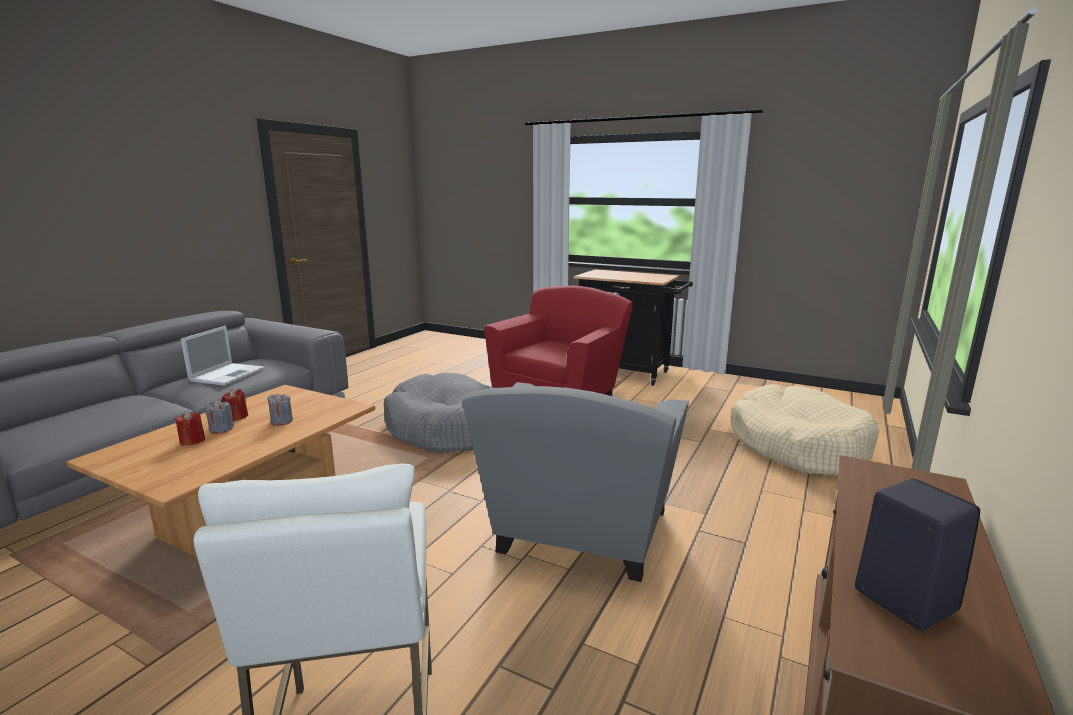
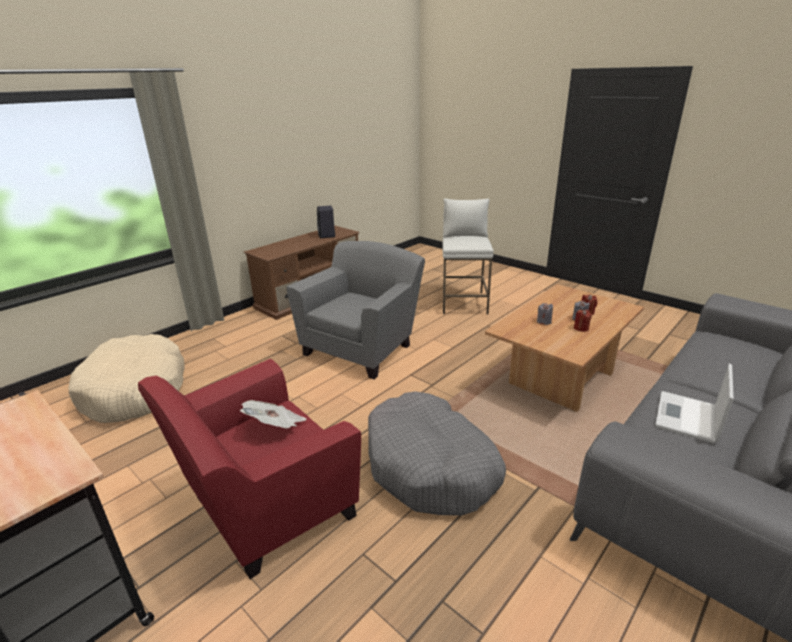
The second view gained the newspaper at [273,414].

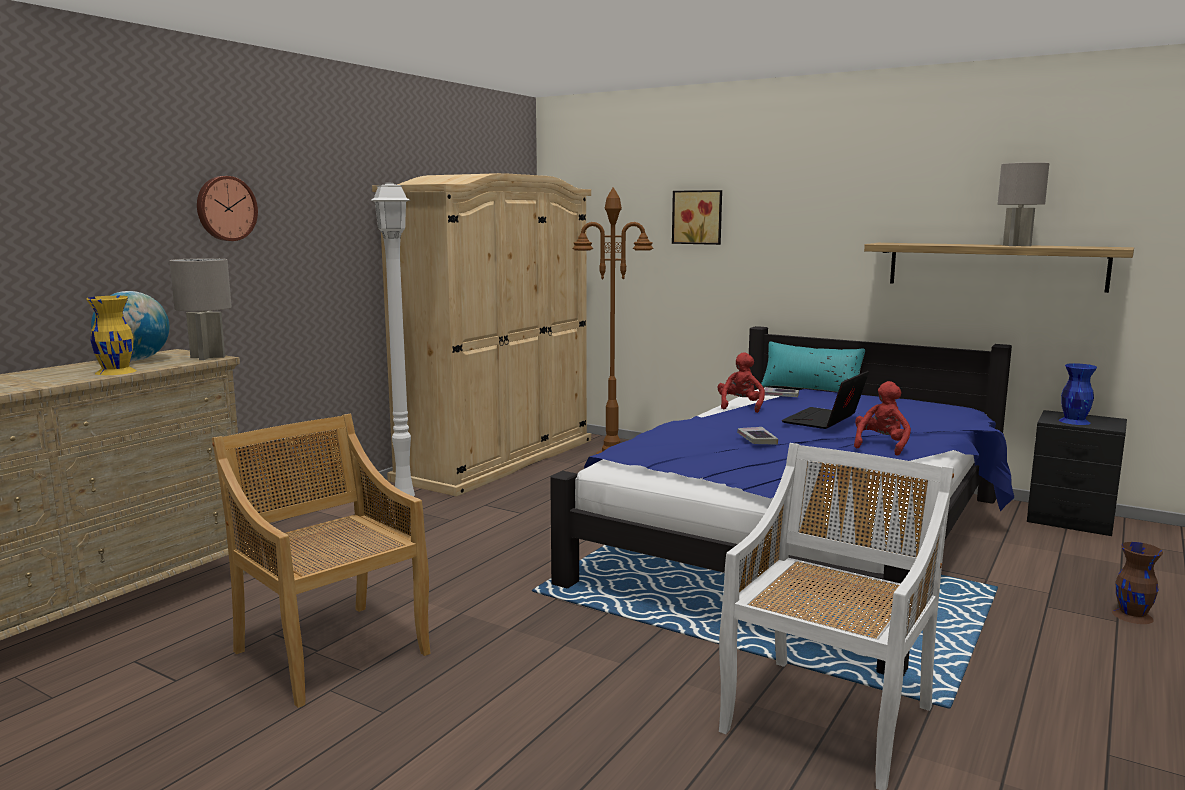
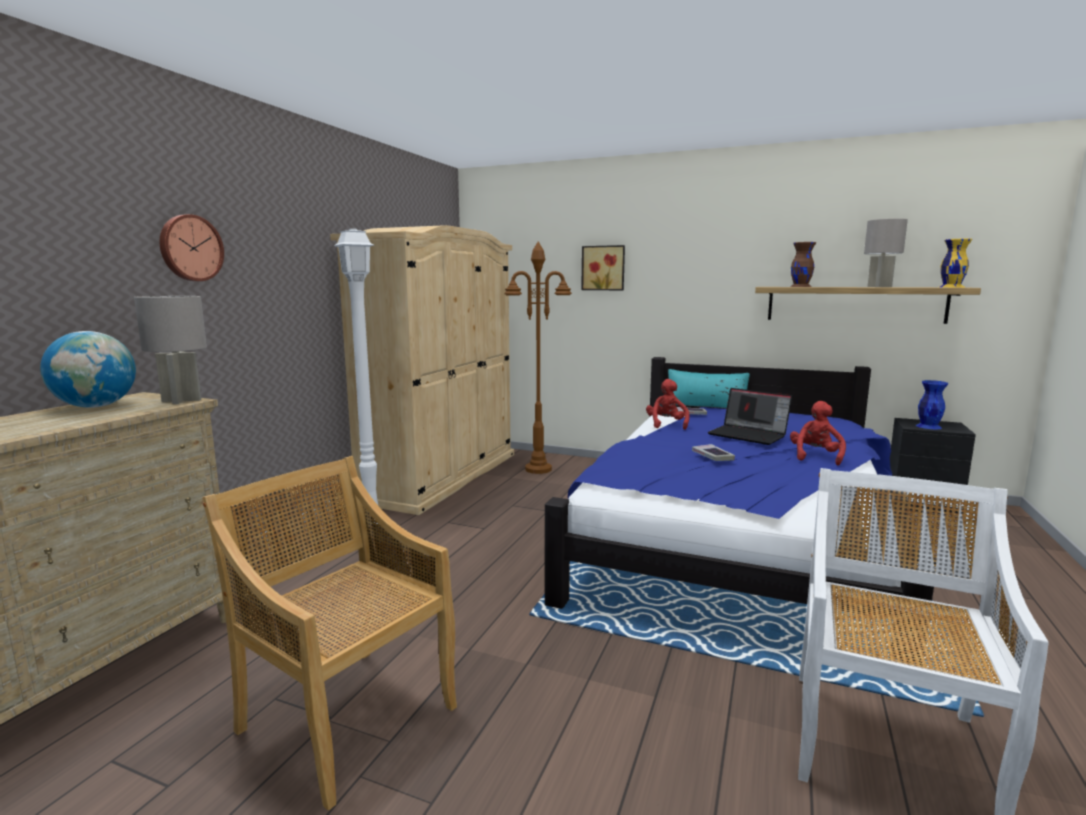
The yellow vase ended up elsewhere, having gone from [111,335] to [955,263].
The brown vase ended up elsewhere, having gone from [1137,583] to [803,264].
The laptop at [825,400] ended up facing another way, 75 degrees counterclockwise from before.

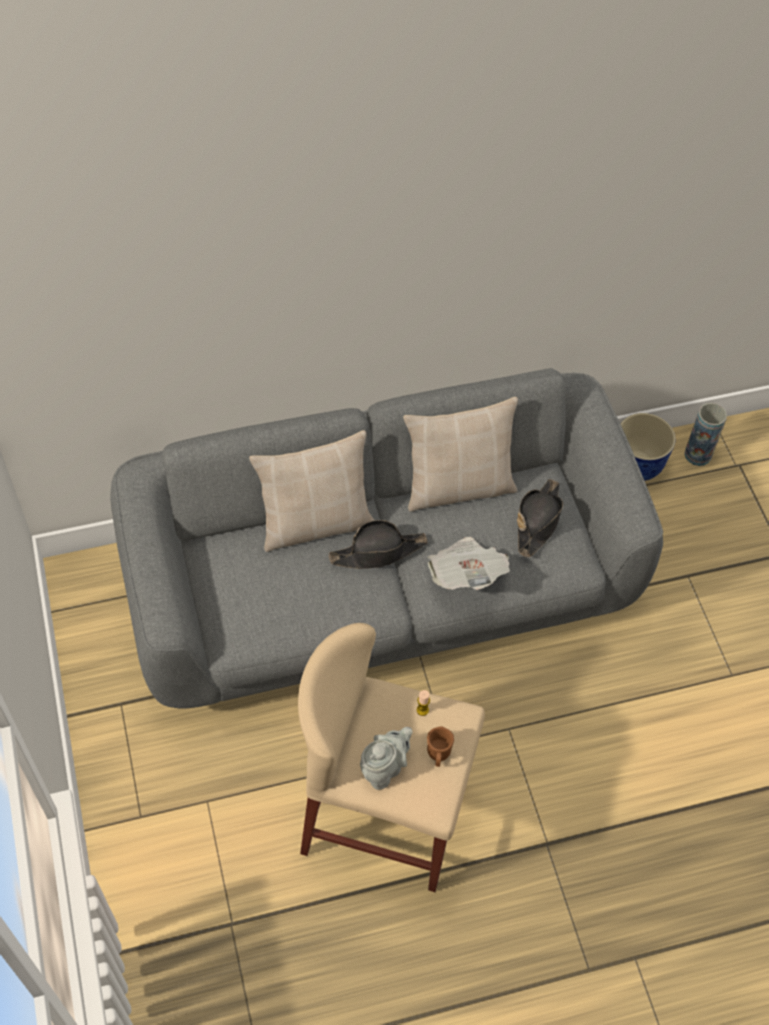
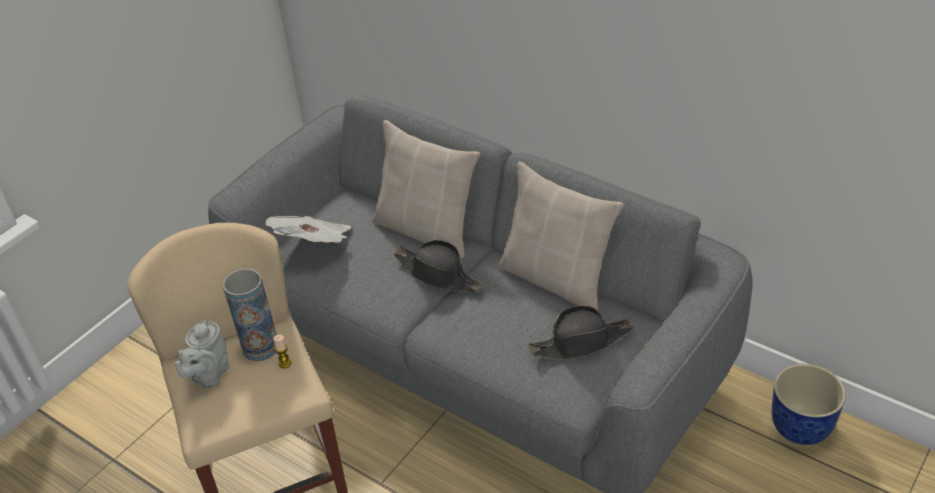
The second view lost the brown mug at [440,746].
The newspaper ended up elsewhere, having gone from [469,563] to [308,229].
The vase ended up elsewhere, having gone from [705,434] to [250,314].
The grey teapot at [386,758] ended up facing another way, 105 degrees clockwise from before.

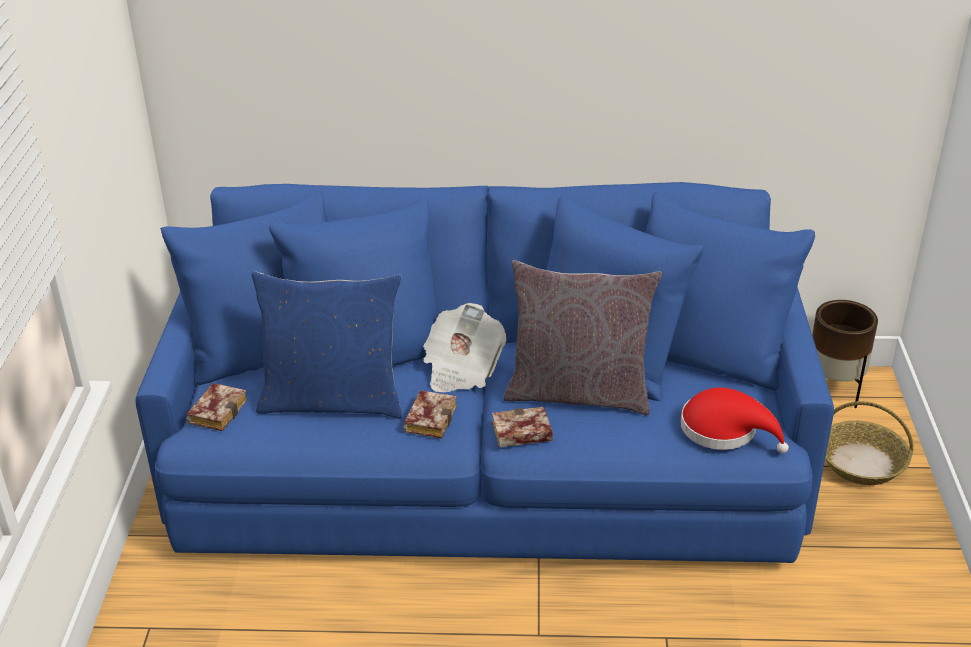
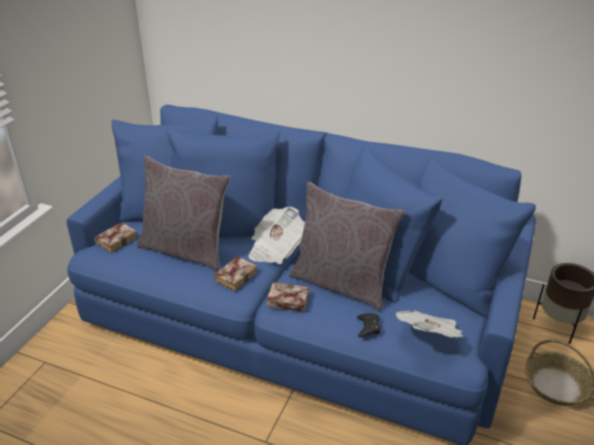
The second view gained the black game controller at [369,325].
Where the red hat stood at [735,420], the newspaper came to stand at [430,323].
What was the blue pillow at [326,345] turned into the grey pillow at [183,213].

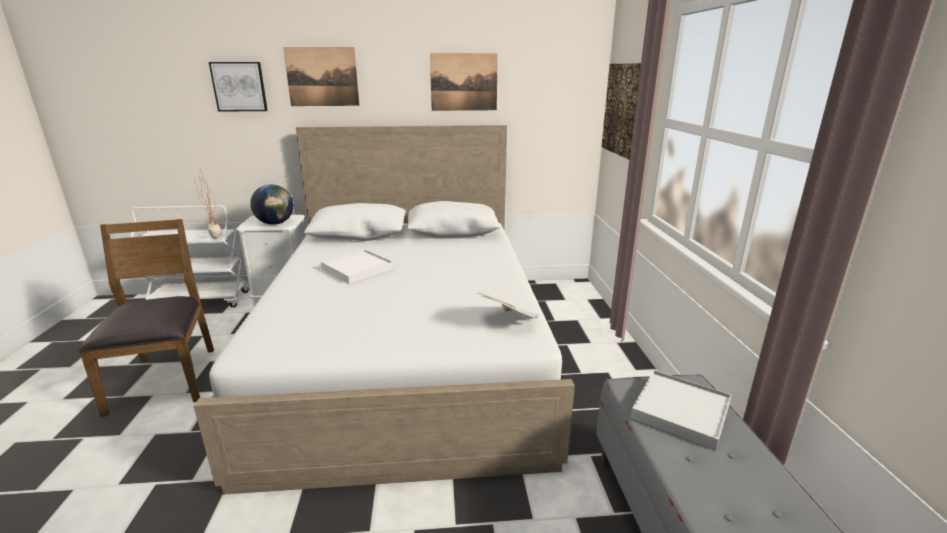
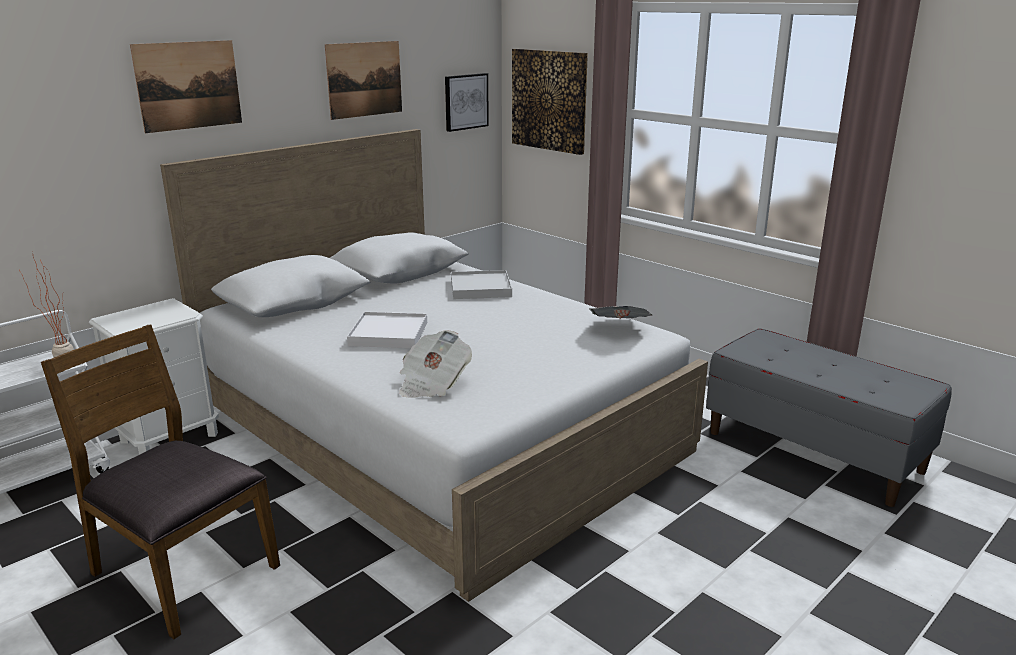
The second view lost the globe at [272,204].
The second view gained the newspaper at [435,364].
The picture ended up elsewhere, having gone from [238,87] to [467,102].
The white tray ended up elsewhere, having gone from [681,410] to [481,284].

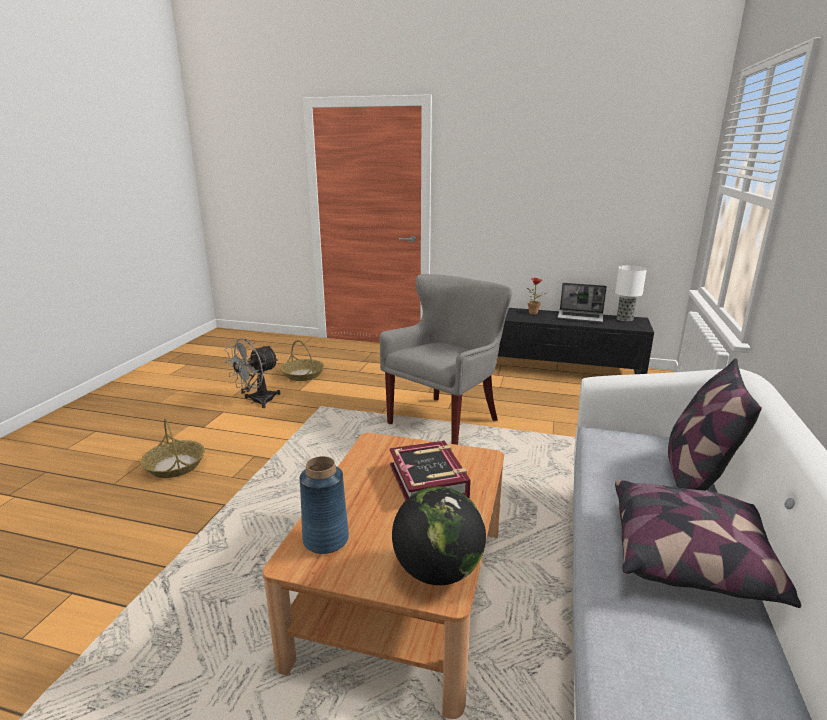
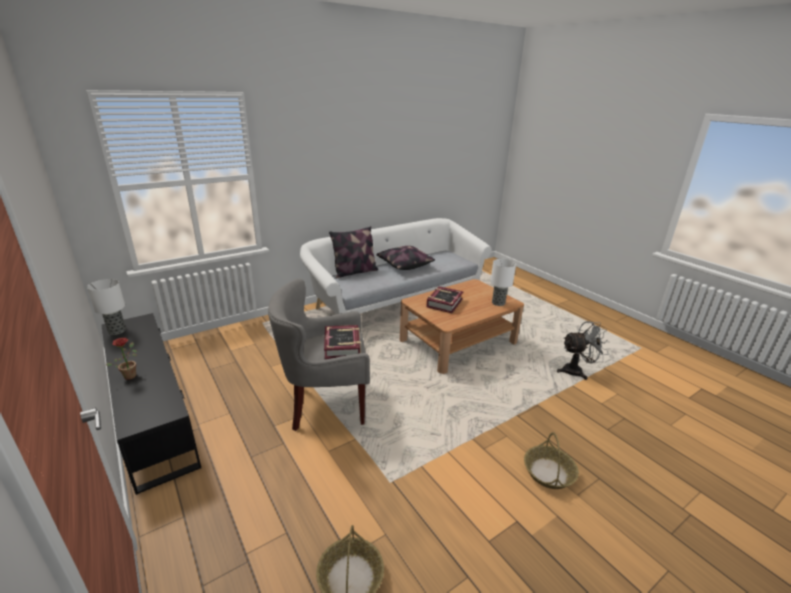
The second view lost the globe at [439,536].
The second view lost the laptop at [582,302].
The second view gained the book at [342,342].
The grey fan ended up elsewhere, having gone from [252,373] to [583,350].
Where the blue vase stood at [324,505], the table lamp came to stand at [503,282].

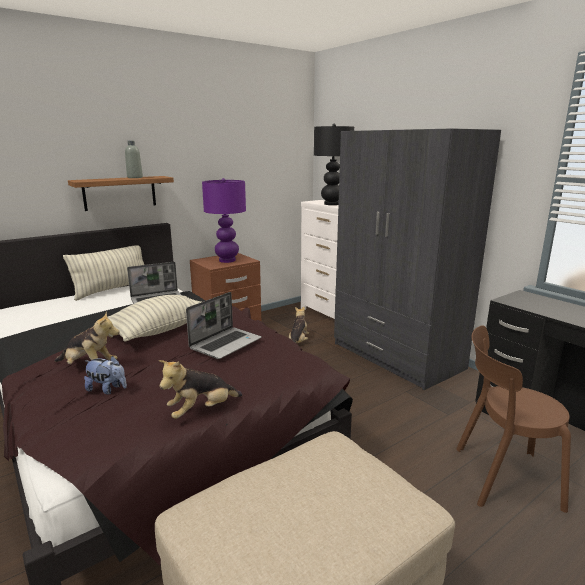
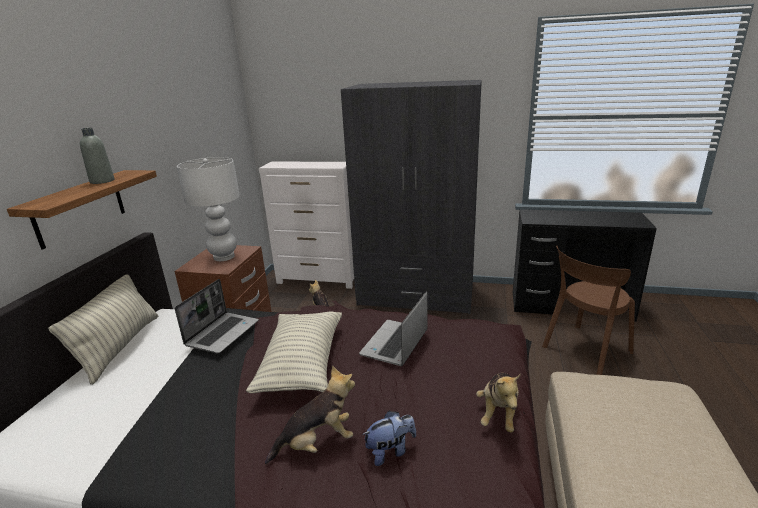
The second view lost the black table lamp at [334,164].
What was the purple table lamp at [224,220] turned into the white table lamp at [208,209].
The laptop at [224,325] ended up facing another way, 150 degrees counterclockwise from before.

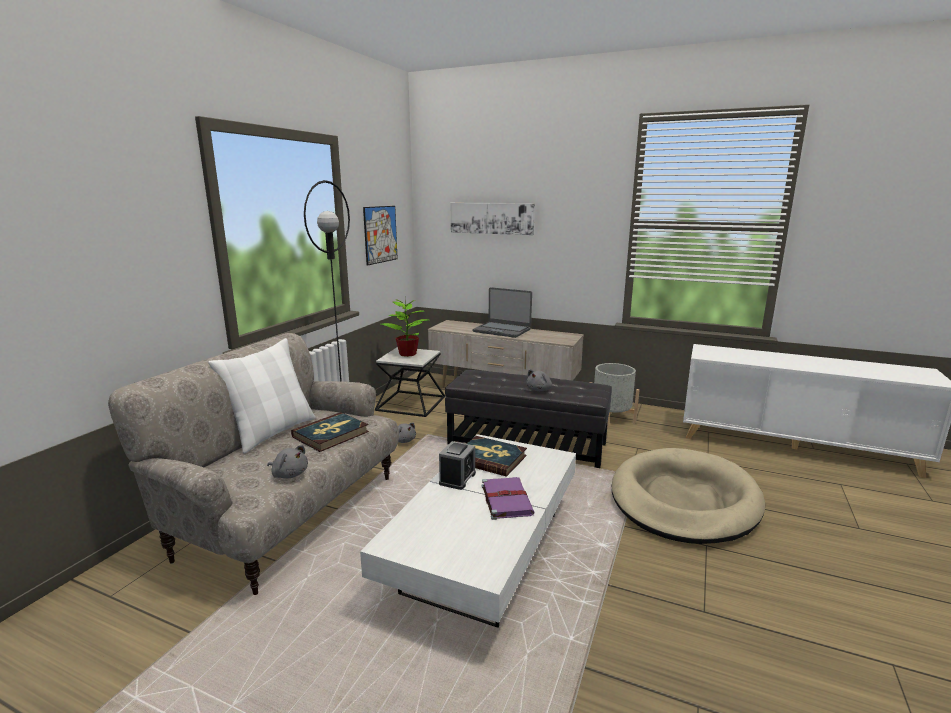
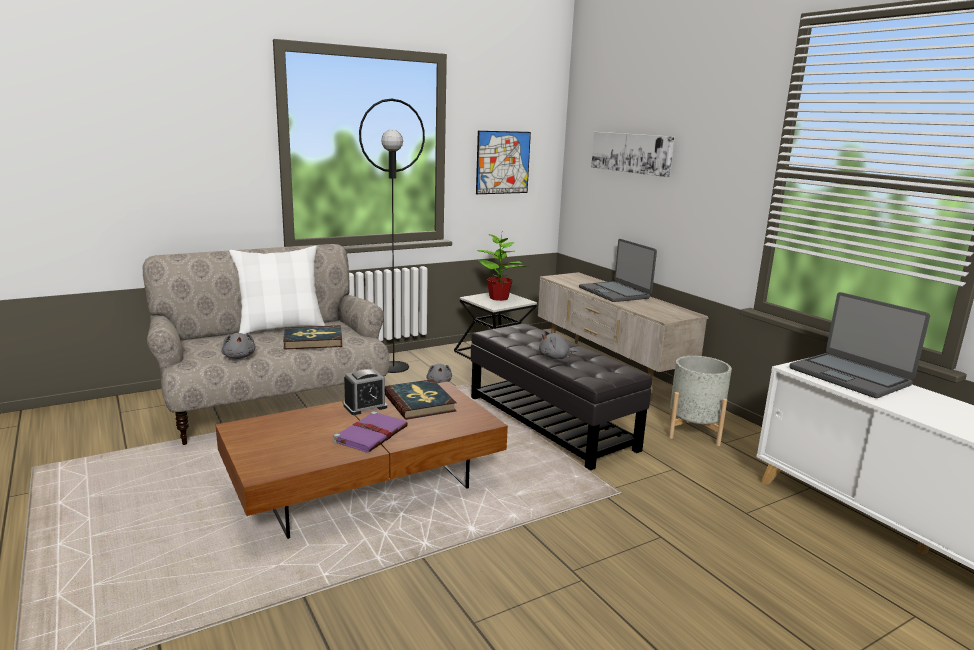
The second view lost the beige dog bed at [688,496].
The second view gained the laptop at [859,345].
What was the white coffee table at [468,531] turned into the brown coffee table at [362,460].

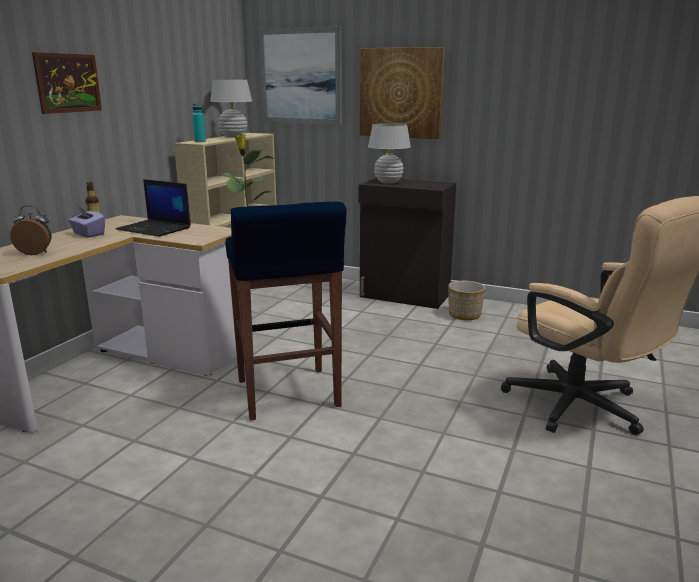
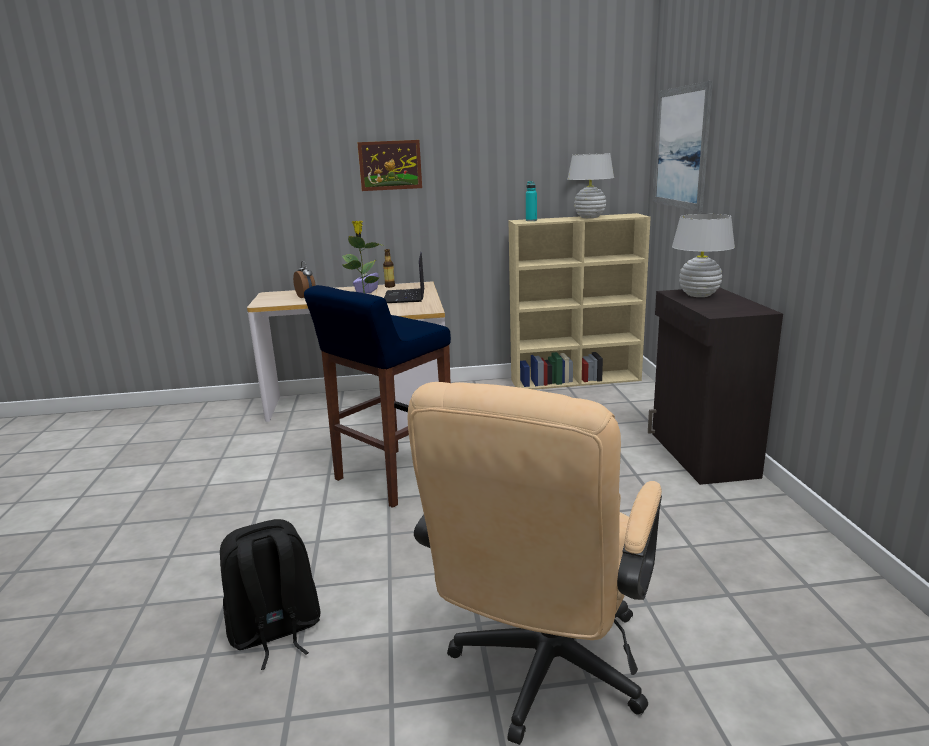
The second view lost the picture at [402,93].
The second view lost the planter at [466,300].
The second view gained the black backpack at [270,594].

